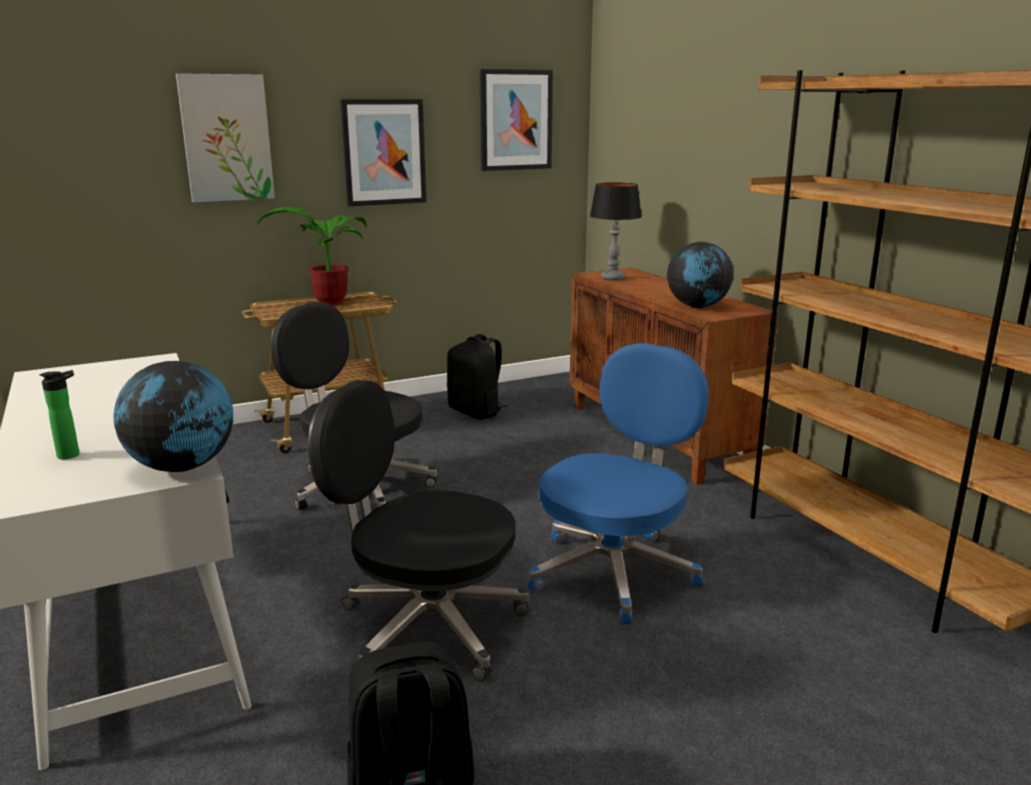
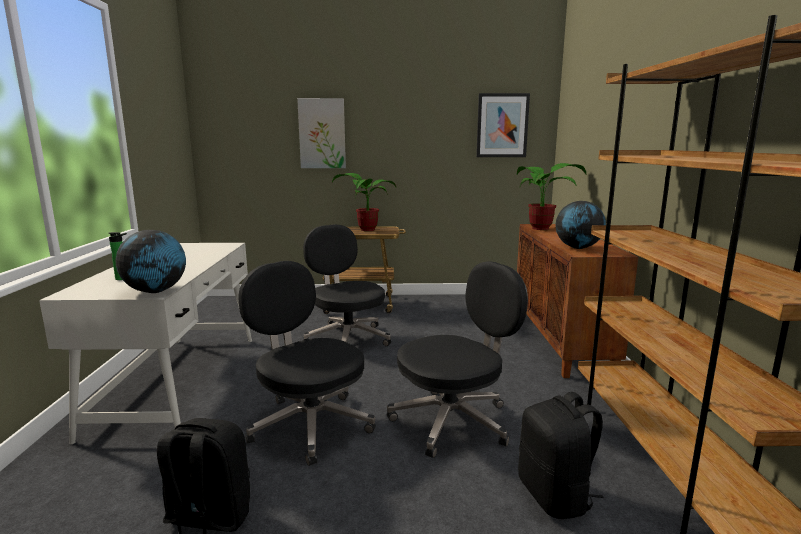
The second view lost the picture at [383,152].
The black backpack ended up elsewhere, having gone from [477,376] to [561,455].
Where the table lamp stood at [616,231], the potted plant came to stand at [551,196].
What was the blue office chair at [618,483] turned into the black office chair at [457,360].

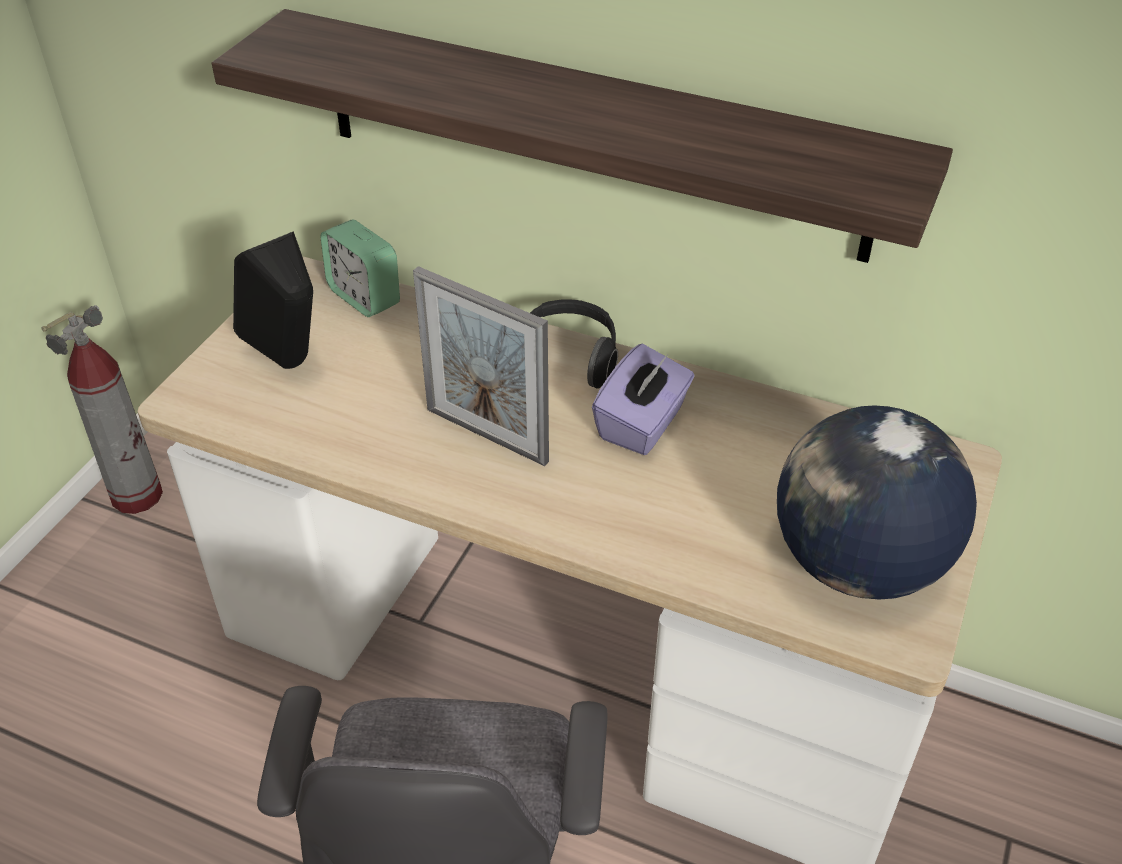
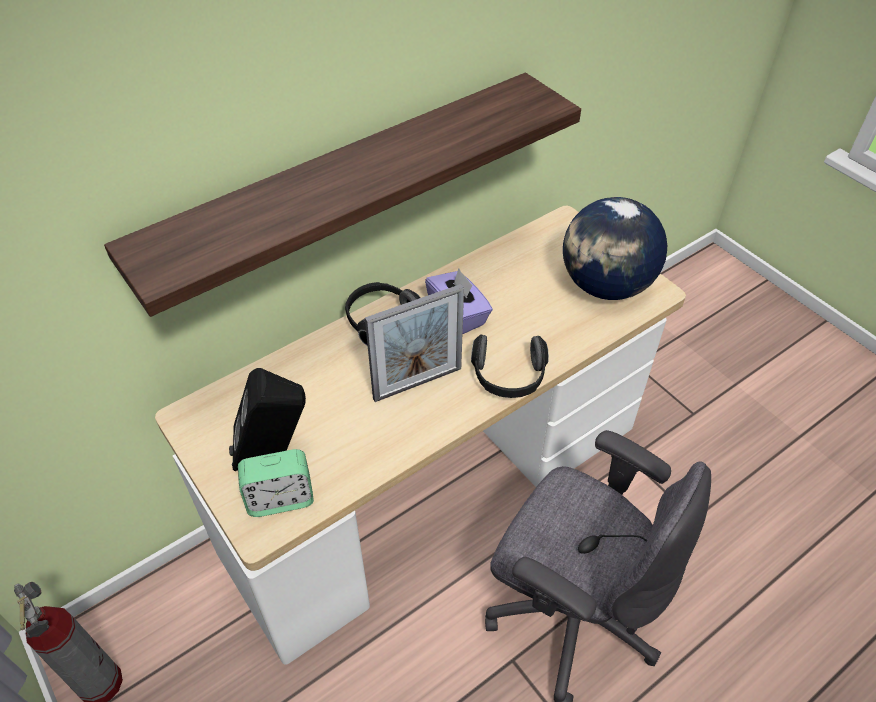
The second view gained the headphones at [510,366].
The alarm clock ended up elsewhere, having gone from [360,268] to [276,483].

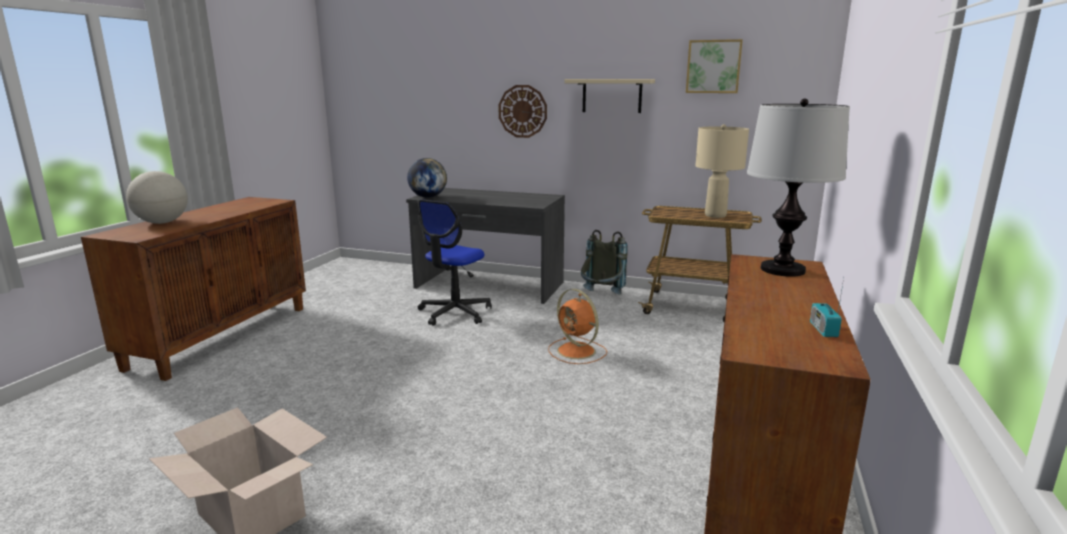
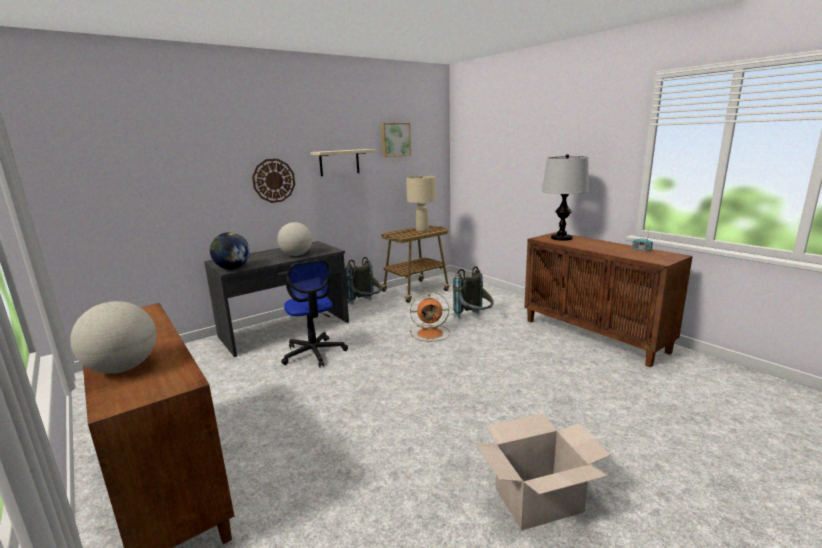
The second view gained the globe at [294,239].
The second view gained the grey backpack at [473,292].

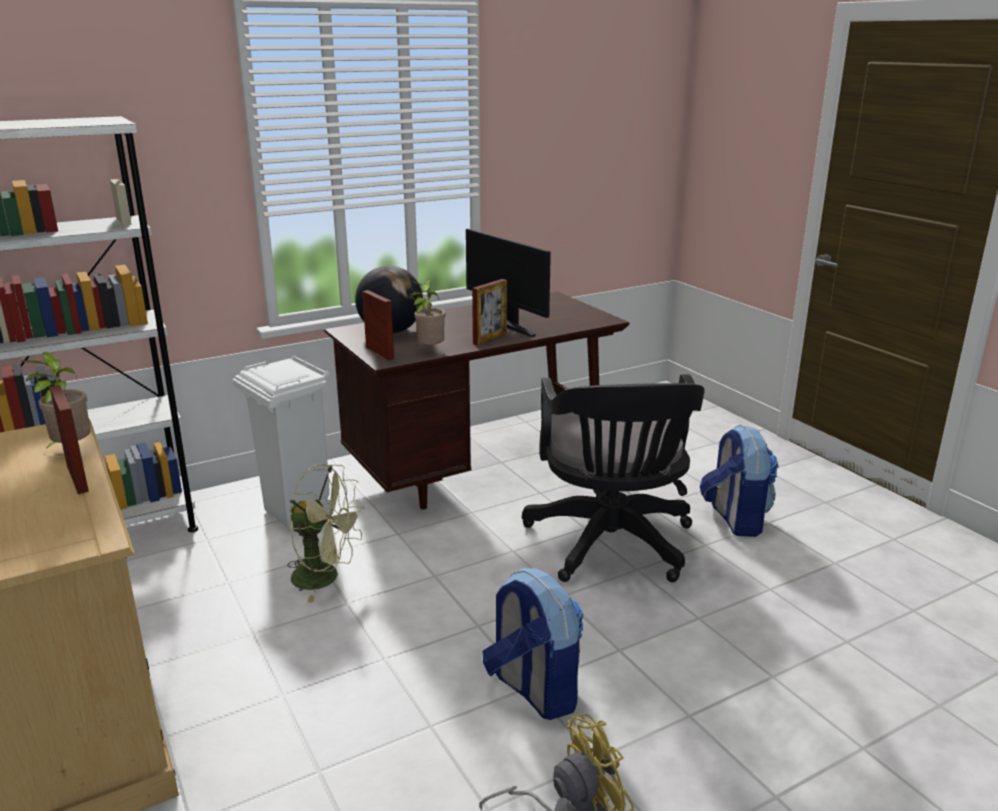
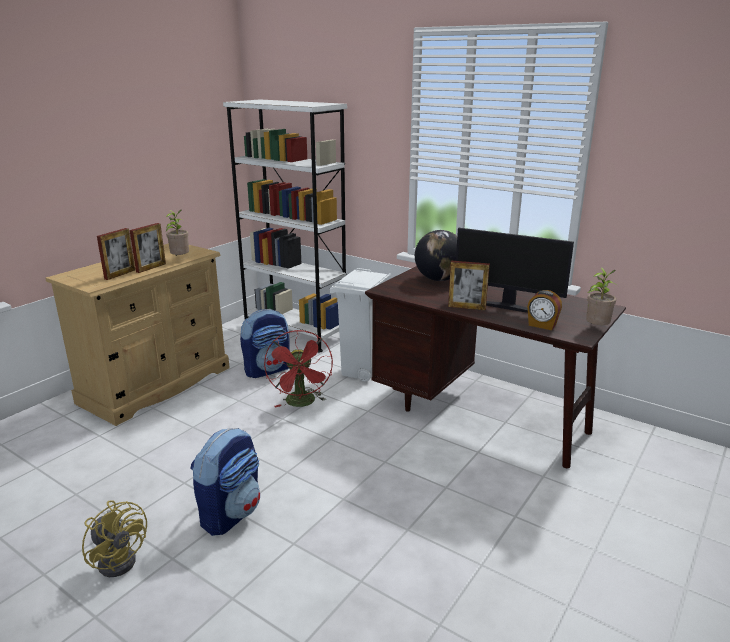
The second view lost the black office chair at [613,478].
The second view gained the alarm clock at [544,310].
The picture frame ended up elsewhere, having gone from [378,325] to [116,254].
The potted plant ended up elsewhere, having gone from [428,313] to [602,296].
The backpack ended up elsewhere, having gone from [739,481] to [265,343].
What was the green fan at [326,533] turned into the red fan at [298,369].
The monitor at [508,283] ended up facing another way, 90 degrees counterclockwise from before.

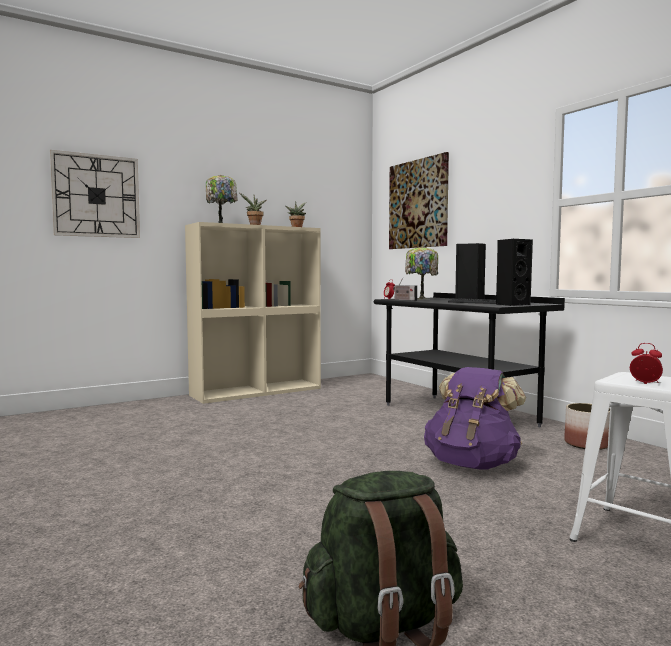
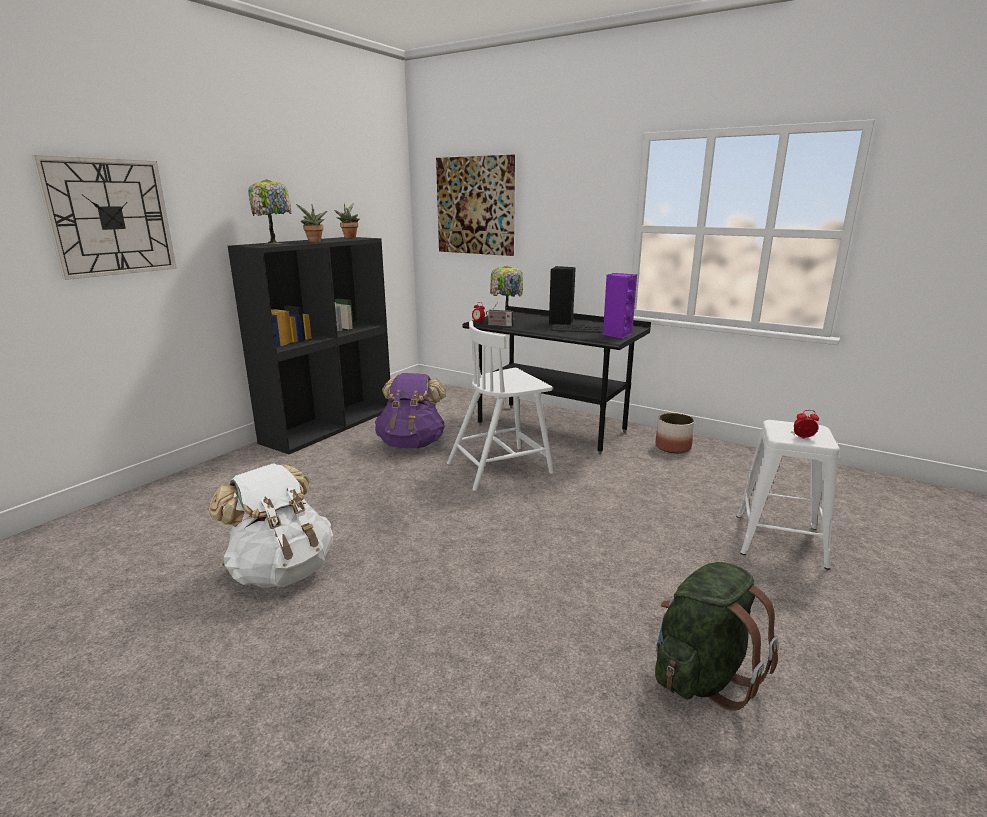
The second view gained the white backpack at [271,525].
The second view gained the white chair at [500,406].
The purple backpack ended up elsewhere, having gone from [475,418] to [410,410].
What was the beige bookcase at [253,313] turned into the black bookcase at [309,345].
What was the black speaker at [514,272] turned into the purple speaker at [620,306].

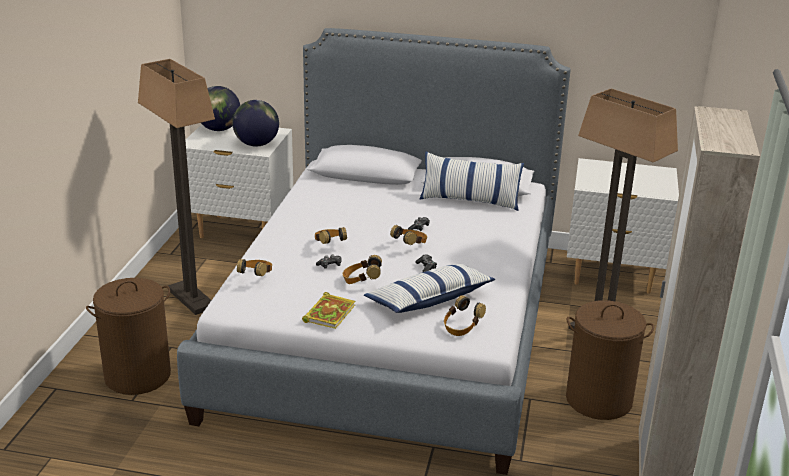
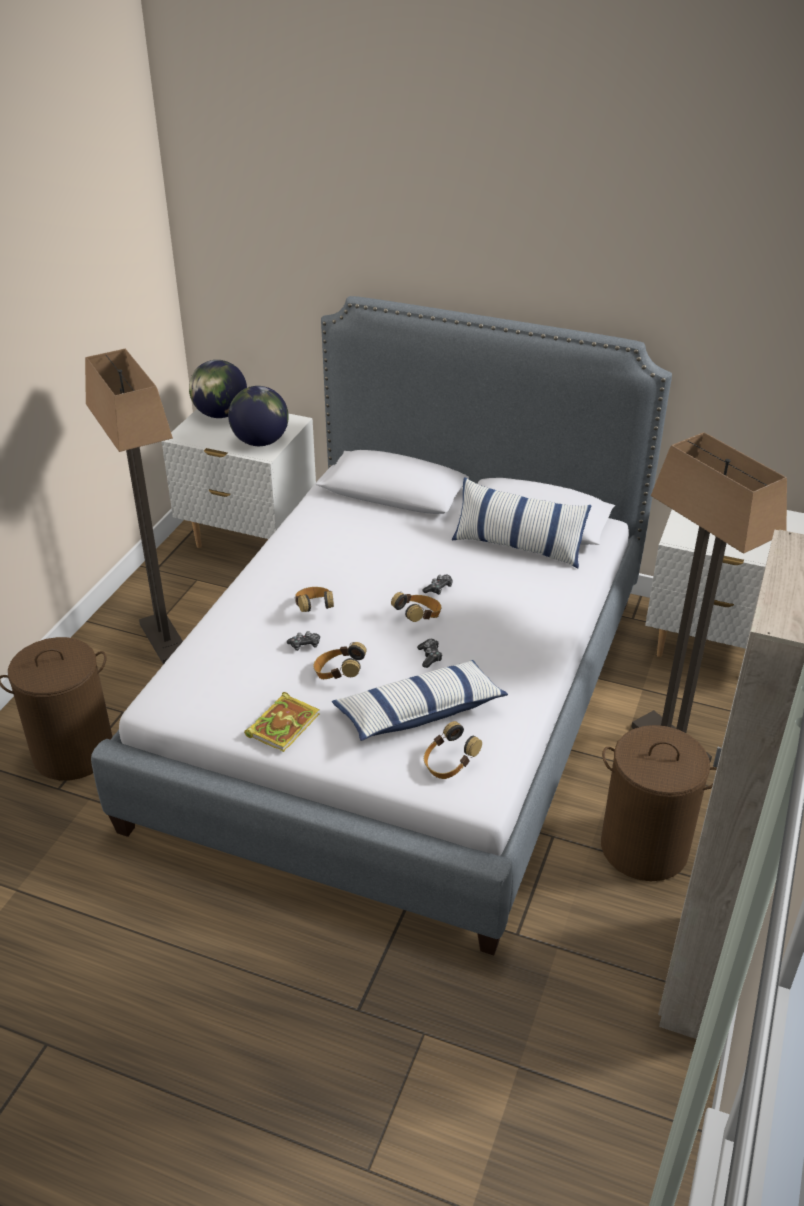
The second view lost the headphones at [254,267].

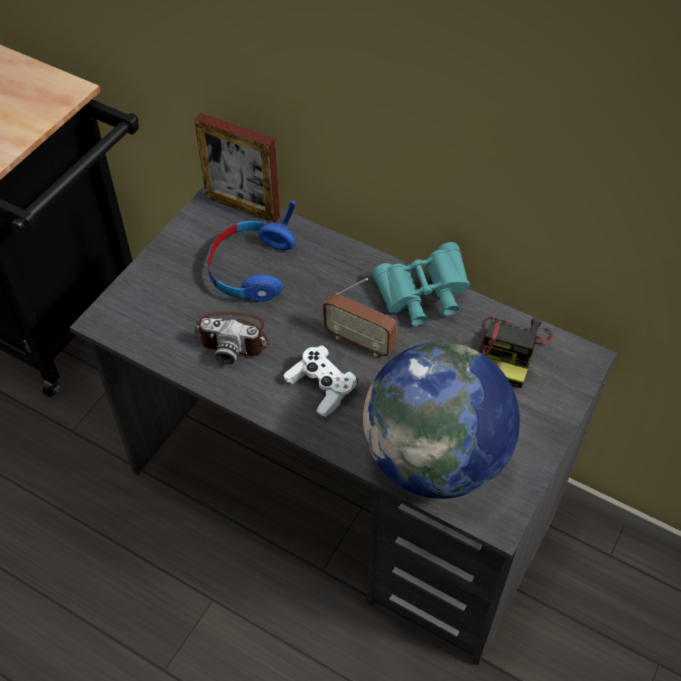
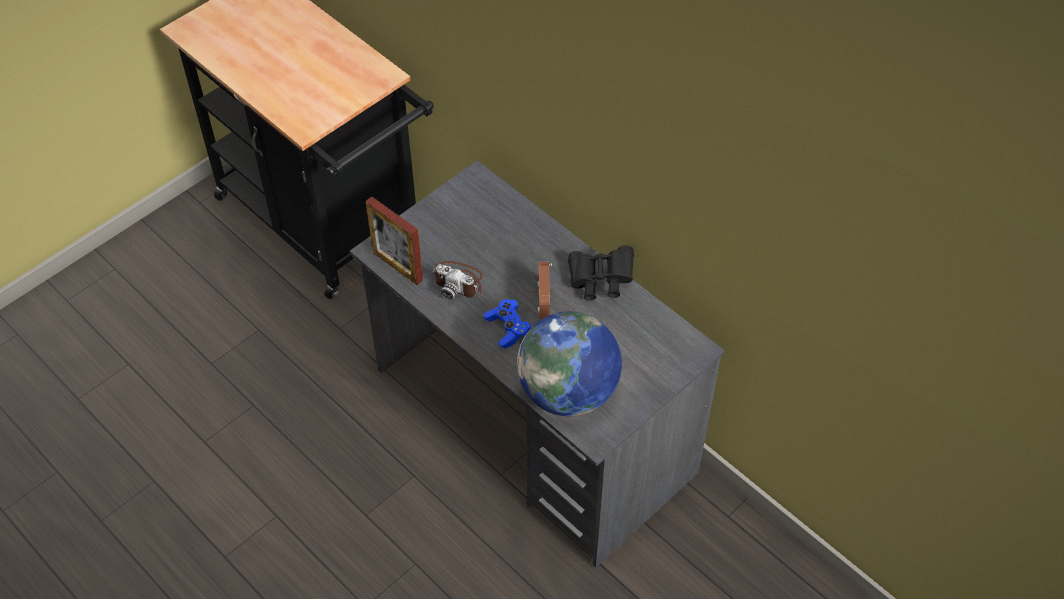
The second view lost the blue headphones at [251,251].
The second view lost the photo camera at [515,352].
The picture frame ended up elsewhere, having gone from [237,167] to [394,240].
What was the white game controller at [321,381] turned into the blue game controller at [508,324].
What was the turquoise binoculars at [421,284] turned into the black binoculars at [601,273].
The radio at [360,317] ended up facing another way, 45 degrees clockwise from before.

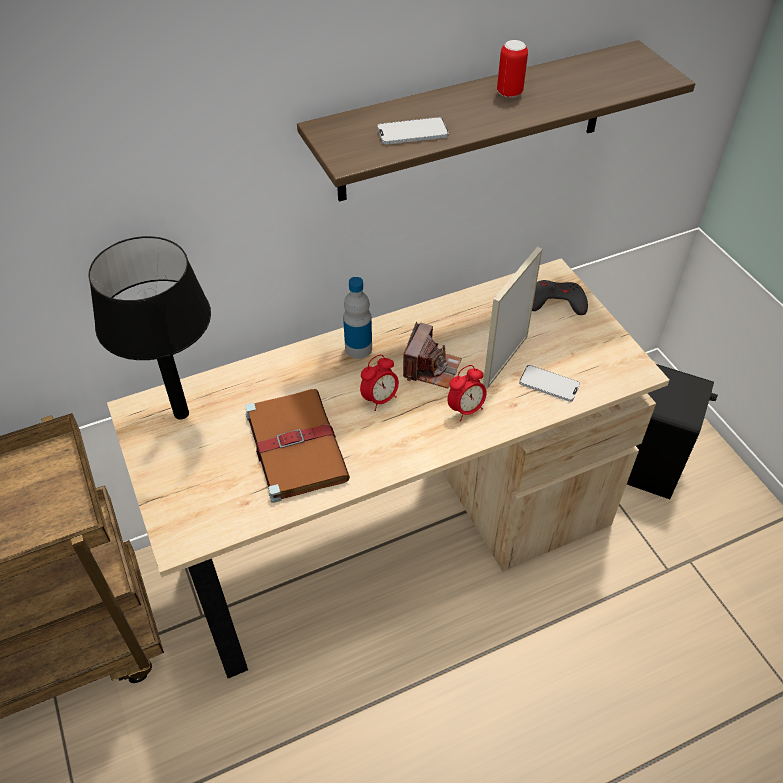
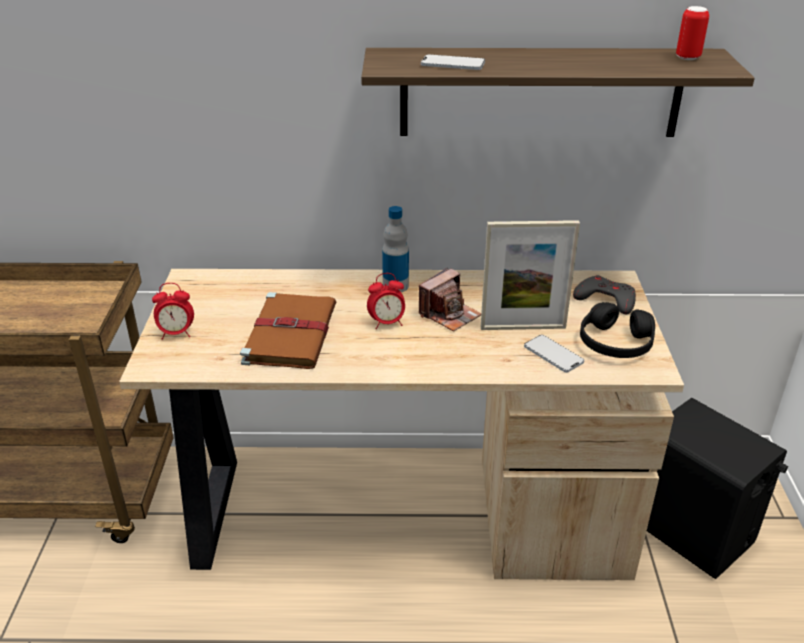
The second view lost the black table lamp at [149,328].
The second view gained the black headphones at [617,330].
The alarm clock ended up elsewhere, having gone from [467,393] to [173,311].
The can ended up elsewhere, having gone from [512,69] to [692,33].
The picture frame at [512,318] ended up facing another way, 150 degrees counterclockwise from before.

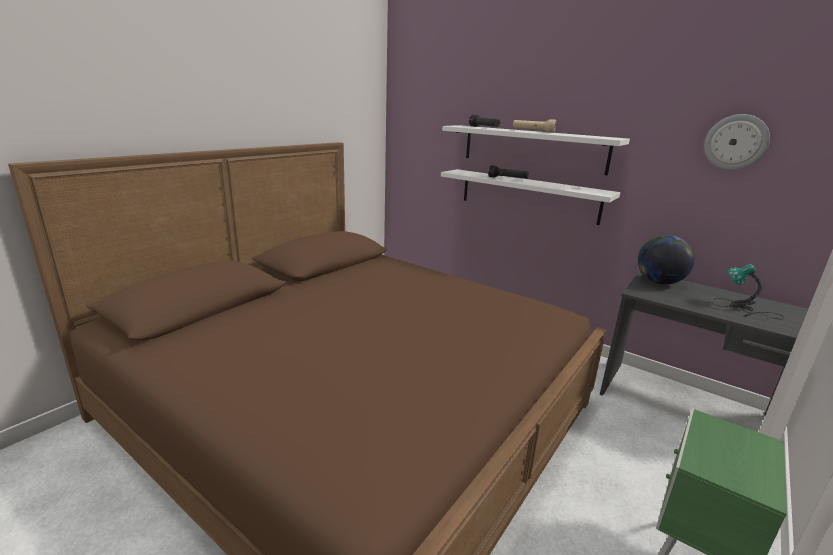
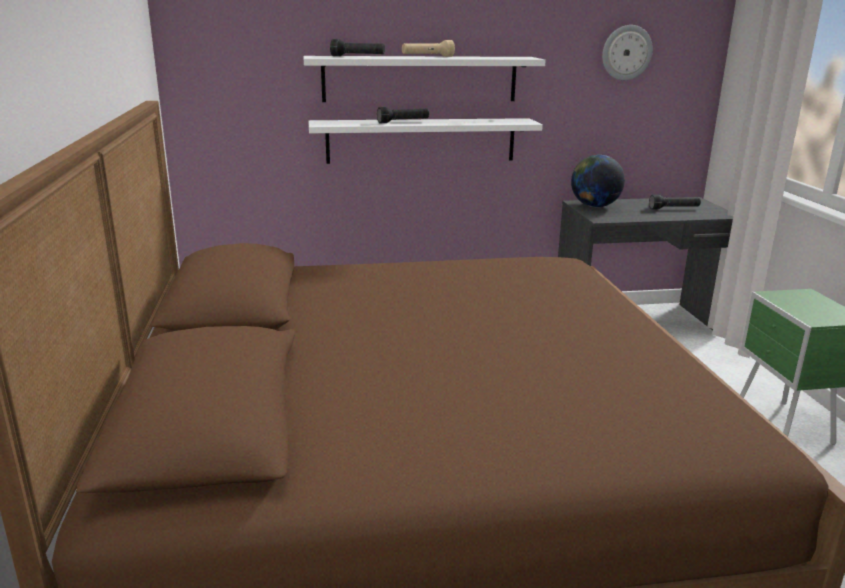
Where the table lamp stood at [748,291], the black flashlight came to stand at [675,202].

